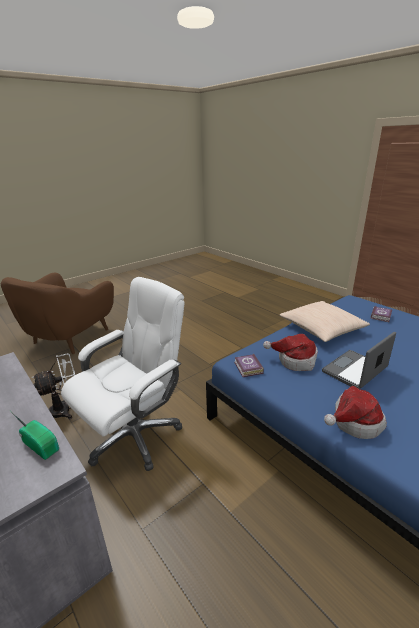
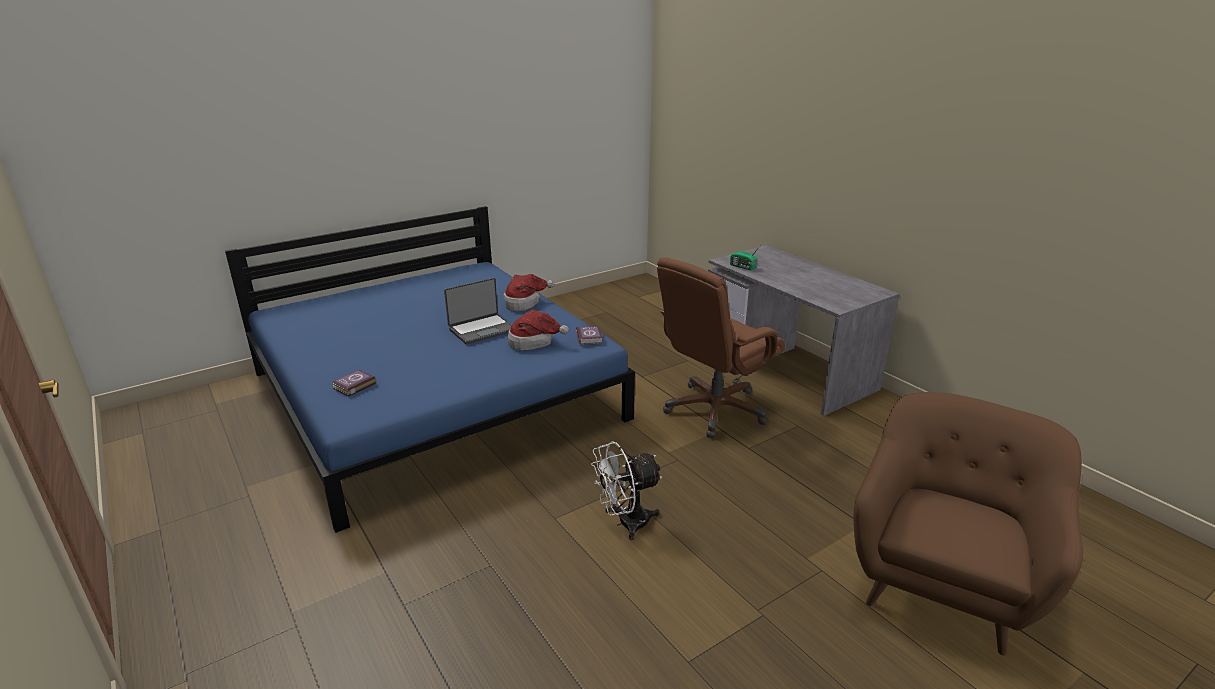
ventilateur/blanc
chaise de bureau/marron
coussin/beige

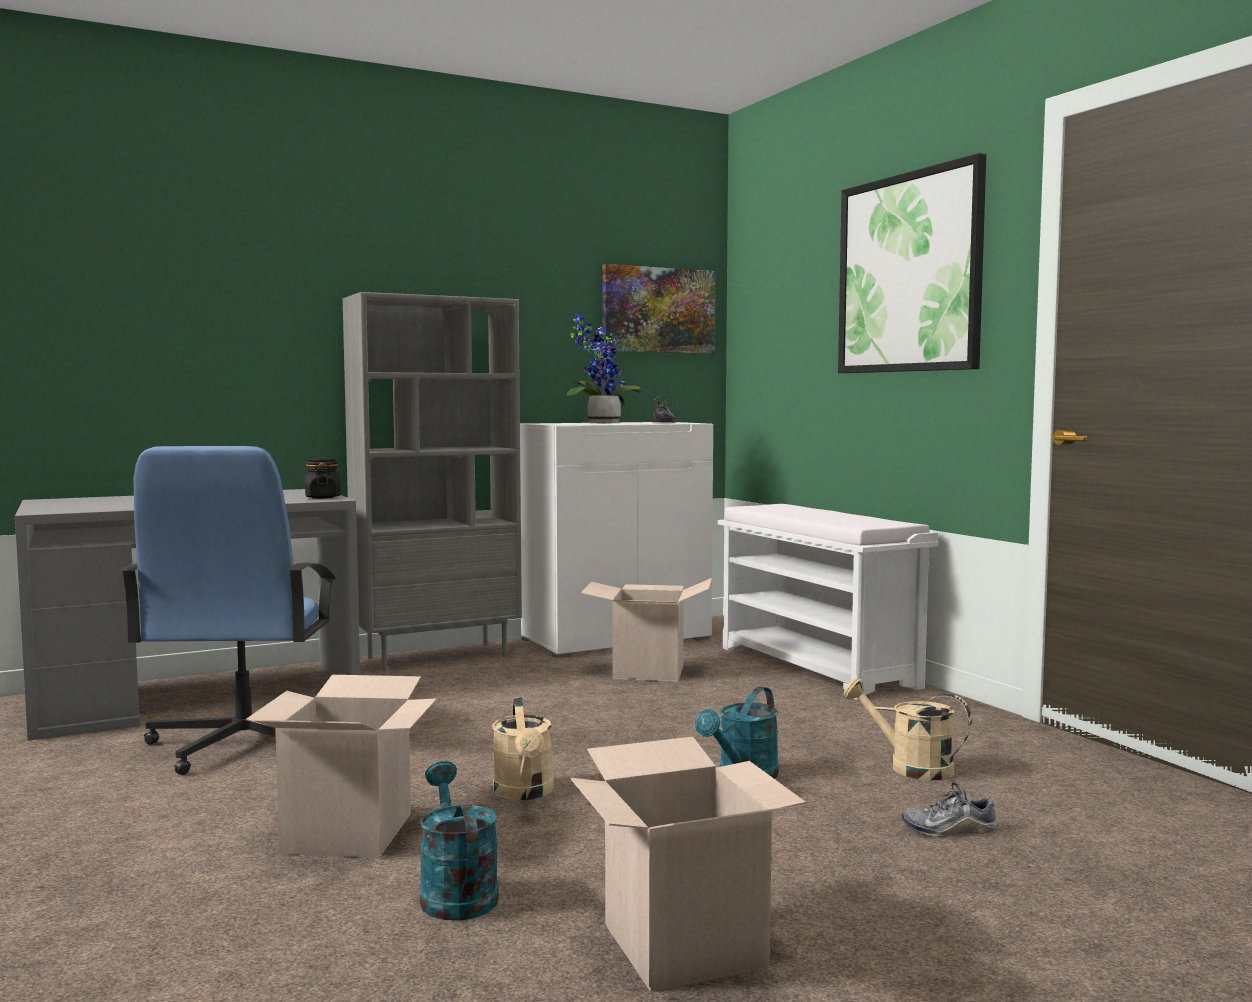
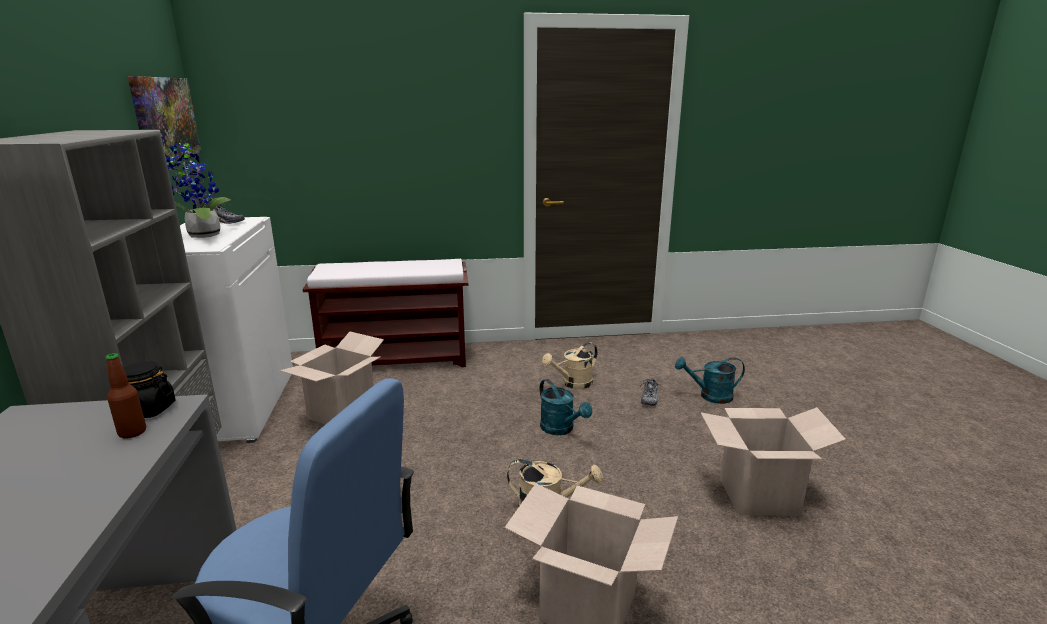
arrosoir/turquoise (2nd from left)
banc/marron
tableau (2nd from left in the first image)
bouteille

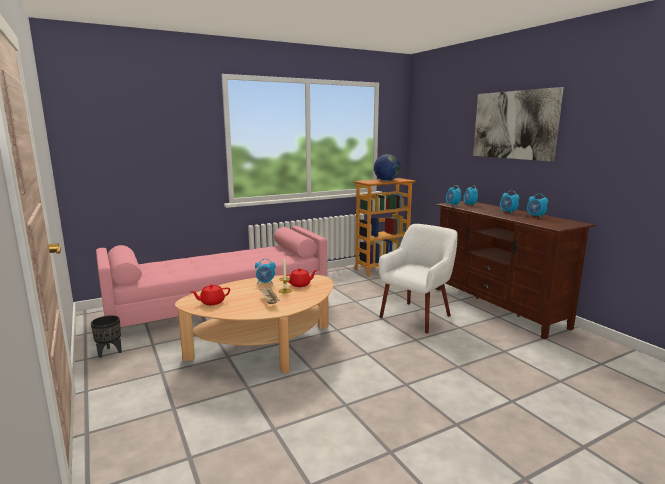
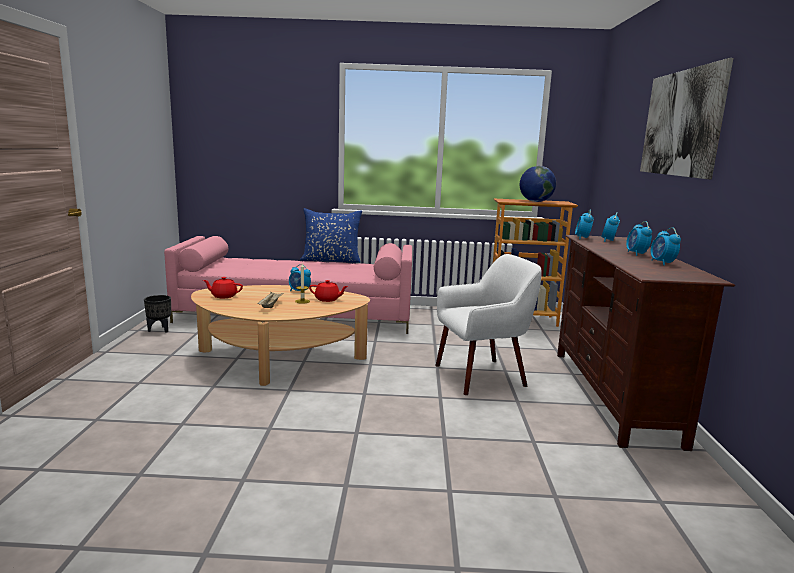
coussin/bleu

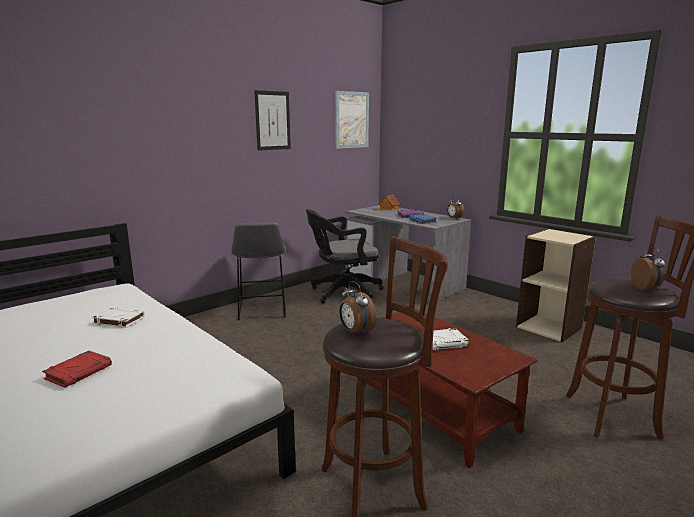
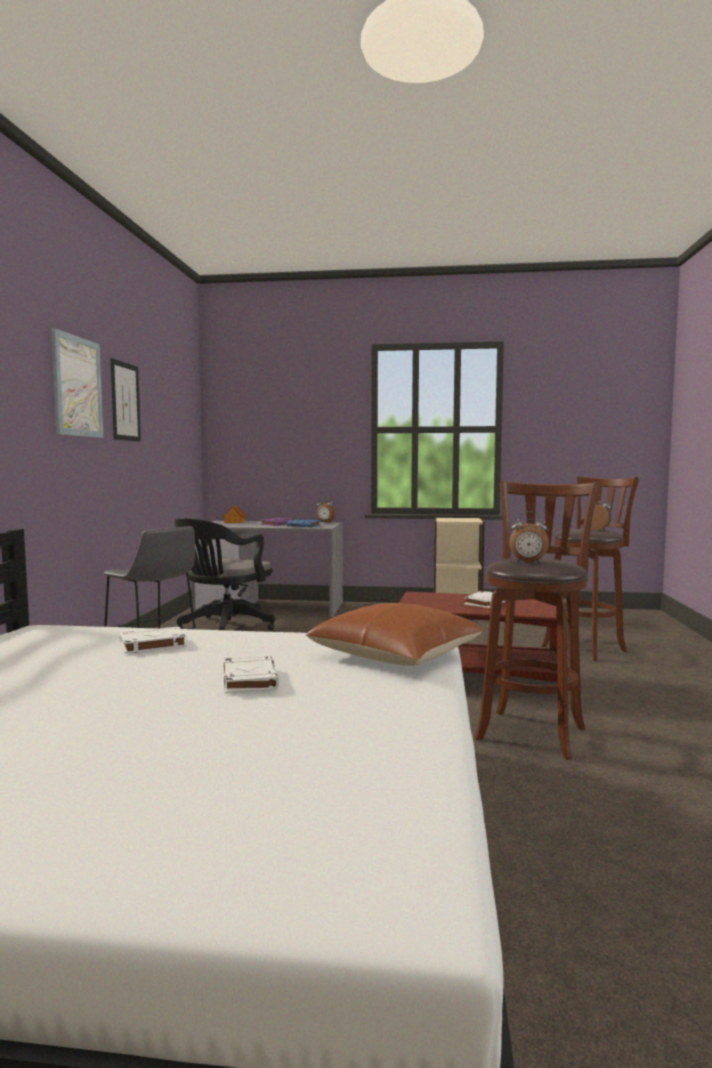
livre/blanc (2nd from left)
tableau (1st from left)
coussin/marron

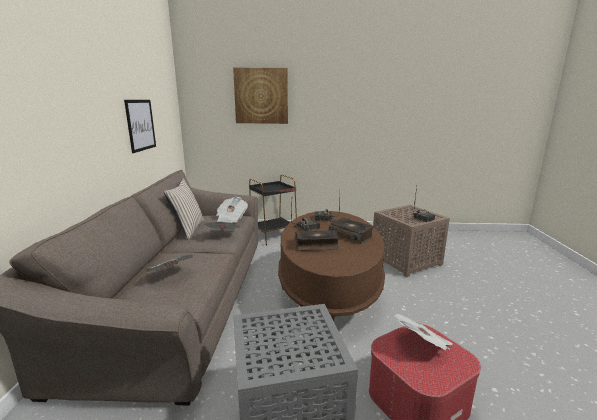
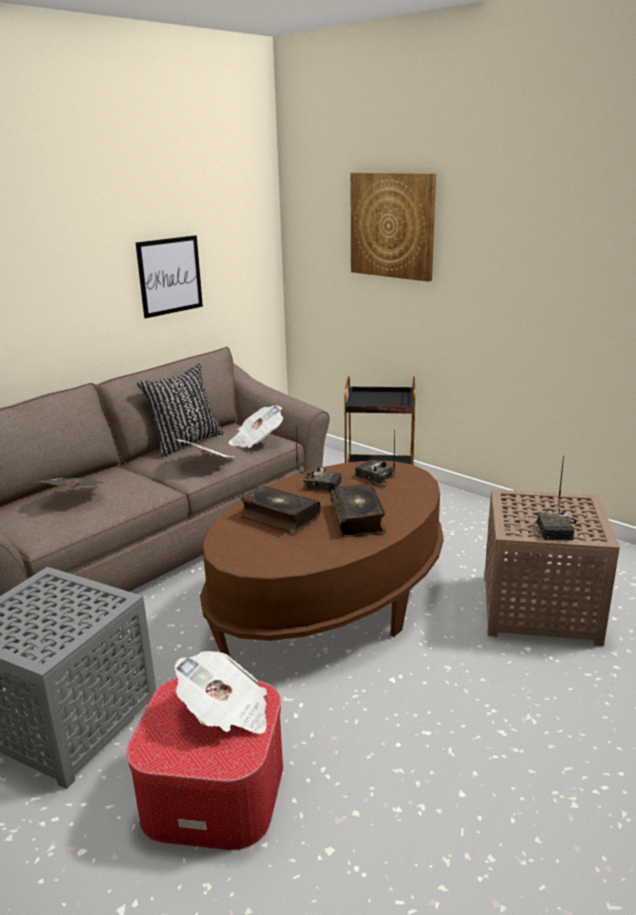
coussin/noir

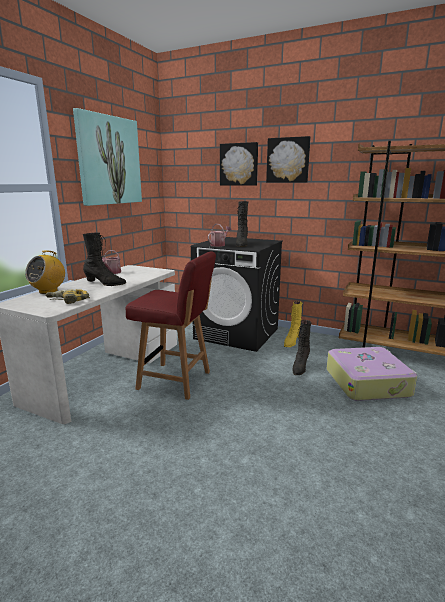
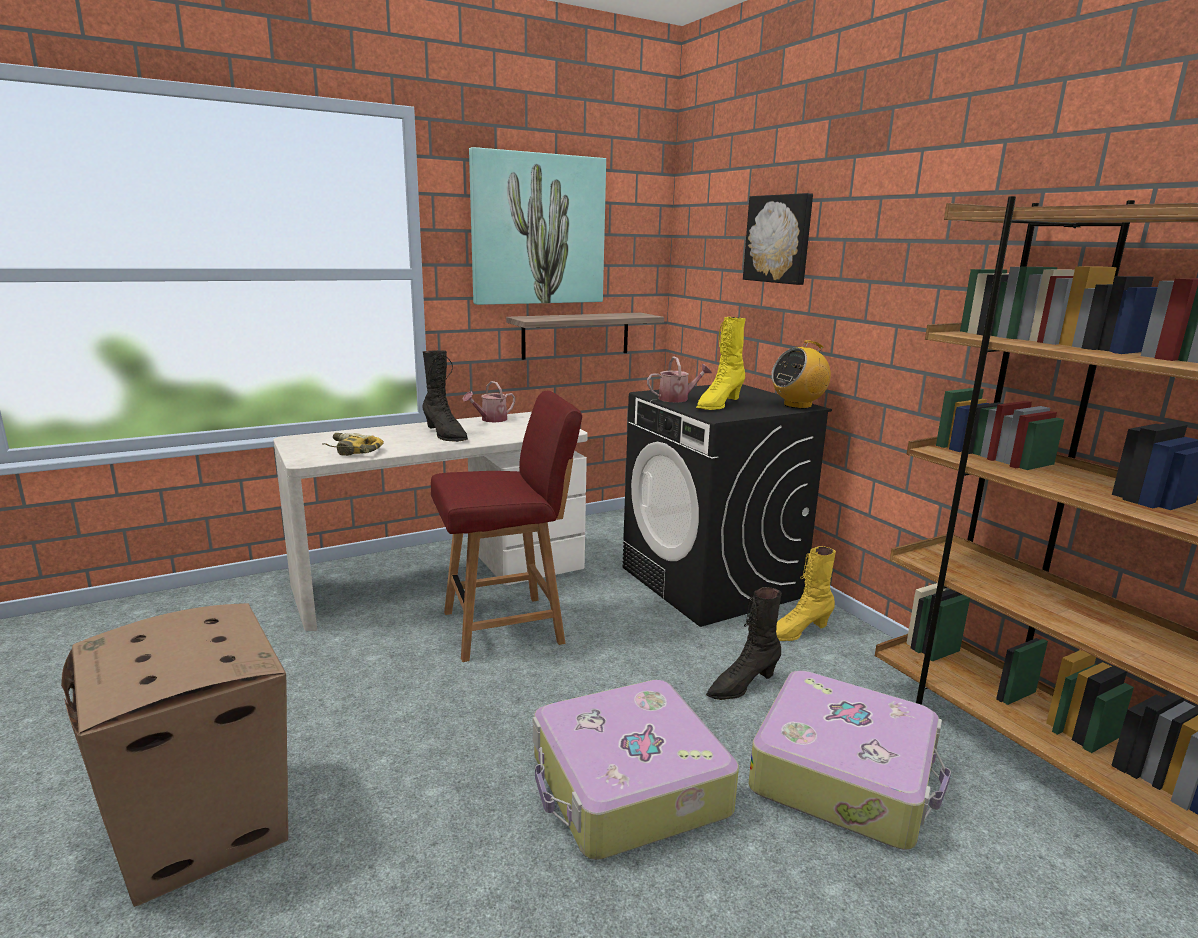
radio
chaise/rouge
botte/jaune (1st from left)
tableau (3rd from left in the first image)
carton
étagère
valise (1st from left)

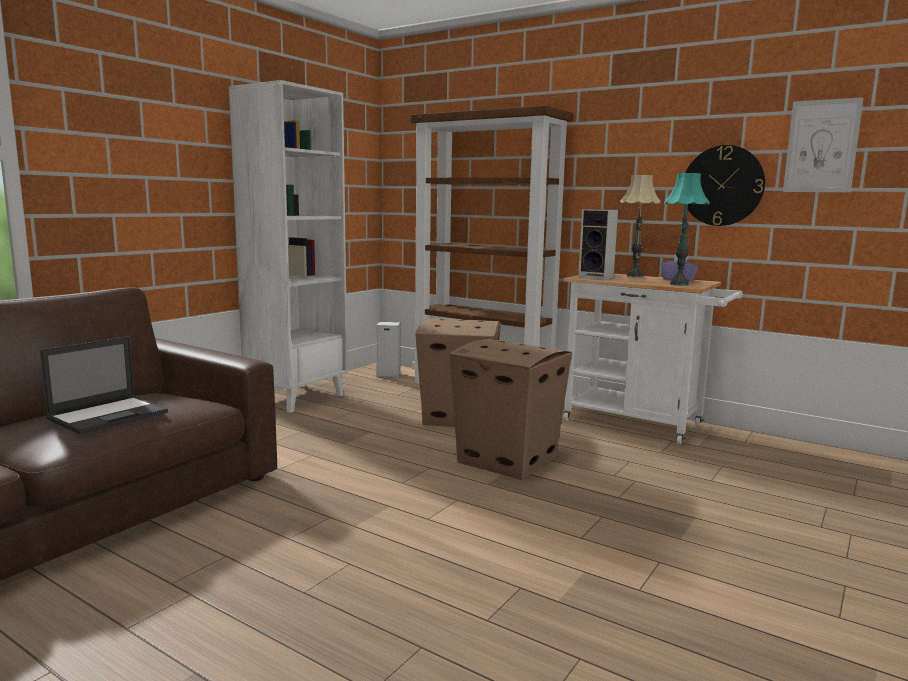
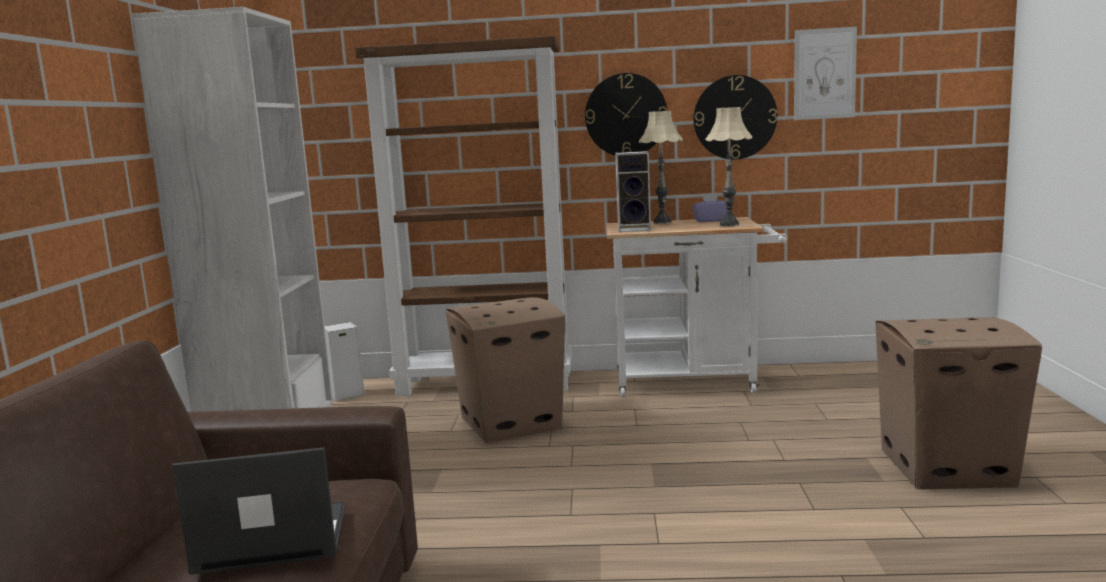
ordinateur portable
carton (2nd from left)
lampe de table/beige (2nd from left)
horloge murale (1st from left)

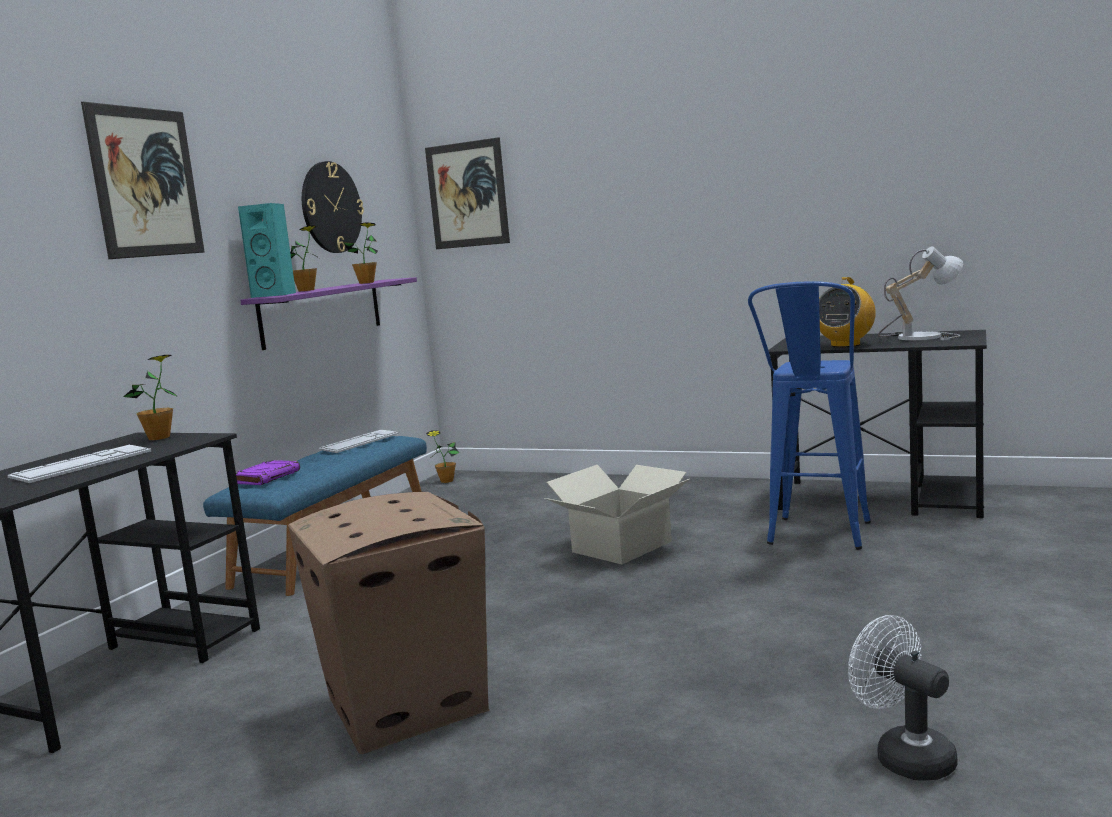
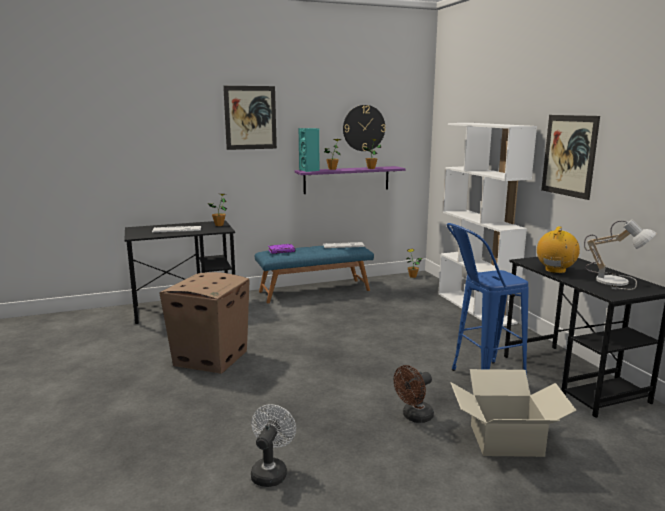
tableau (2nd from left)
carton (2nd from left)
radio
ventilateur/marron
bibliothèque/blanc

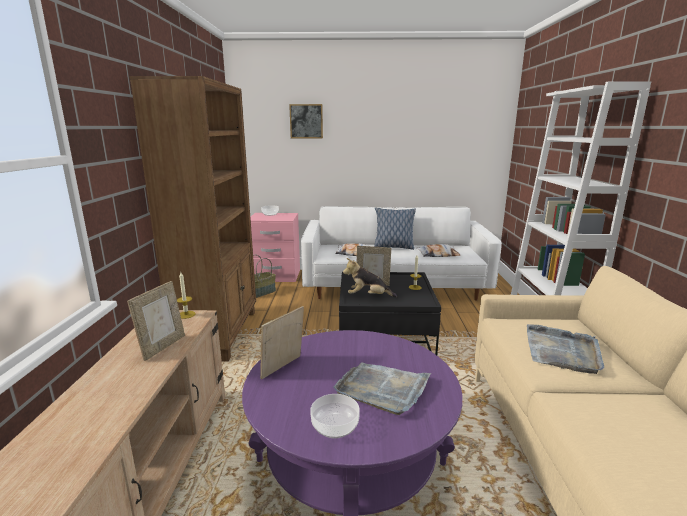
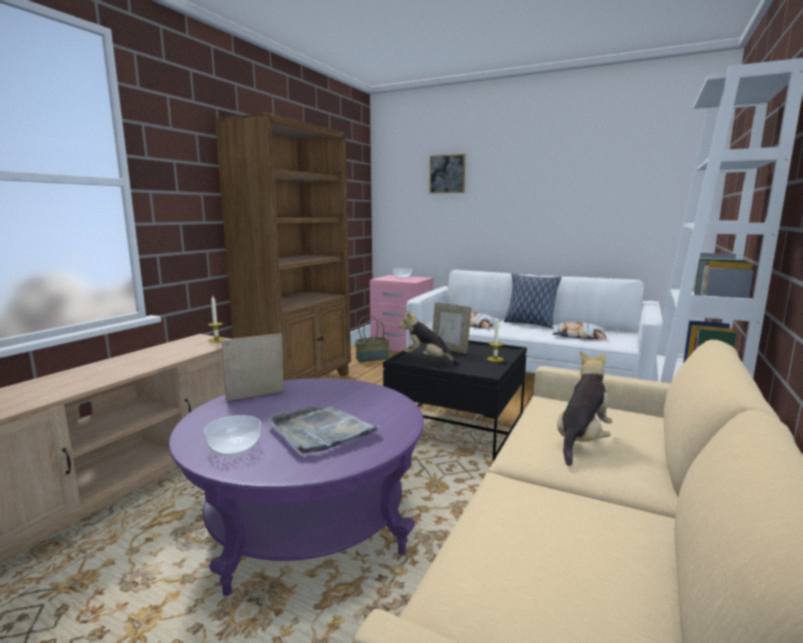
cadre photo (1st from left in the first image)
peluche (2nd from left)

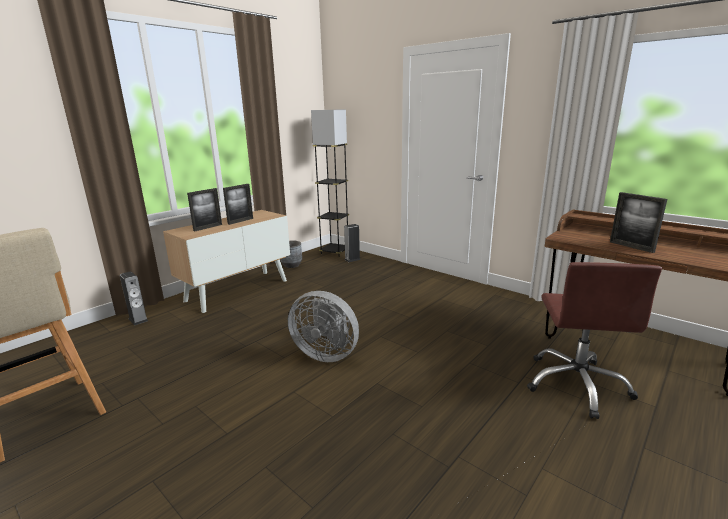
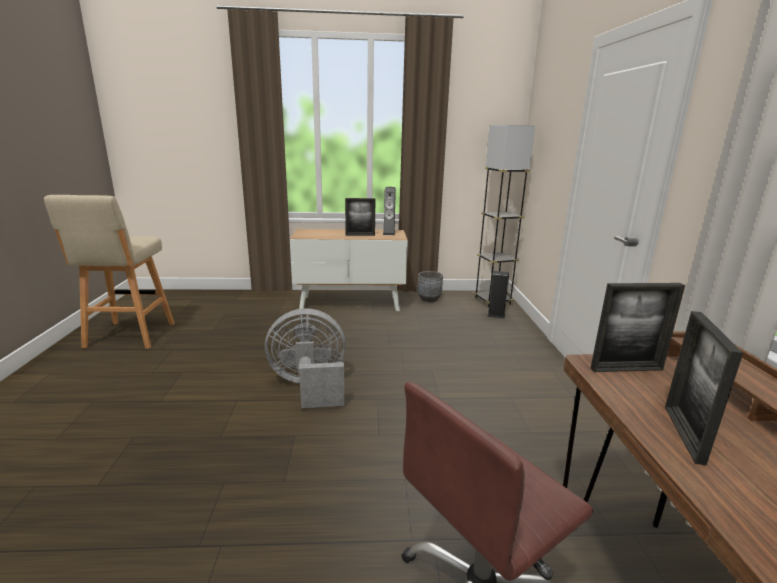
enceinte (1st from left)
cadre photo (2nd from left)
ventilateur/gris

